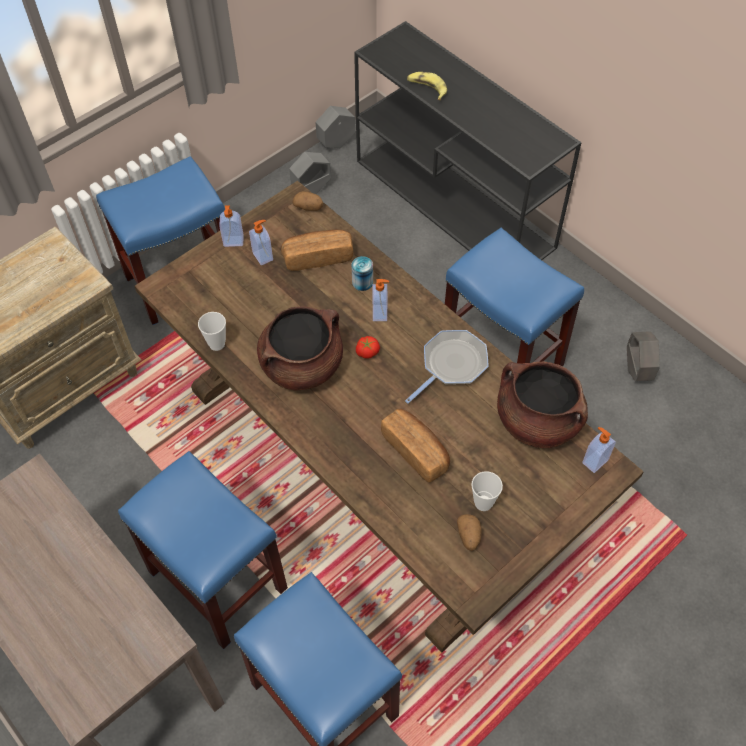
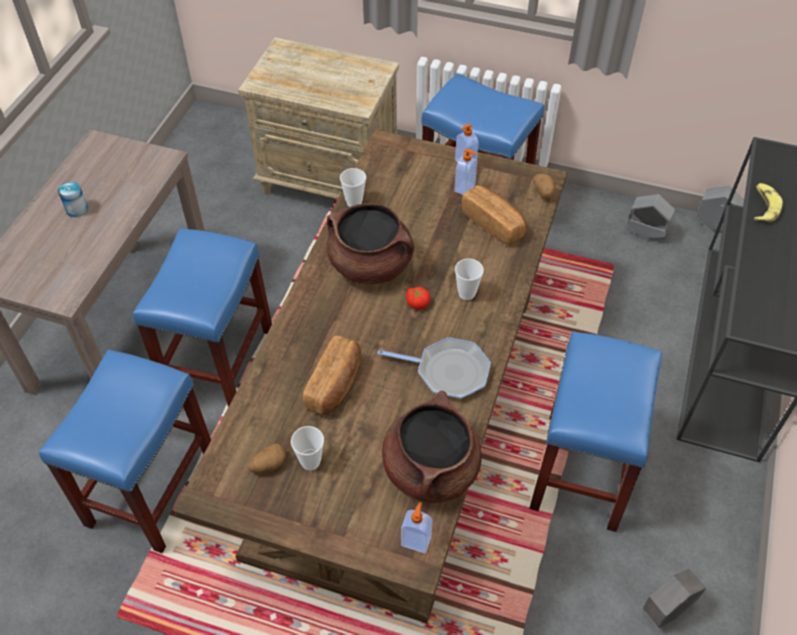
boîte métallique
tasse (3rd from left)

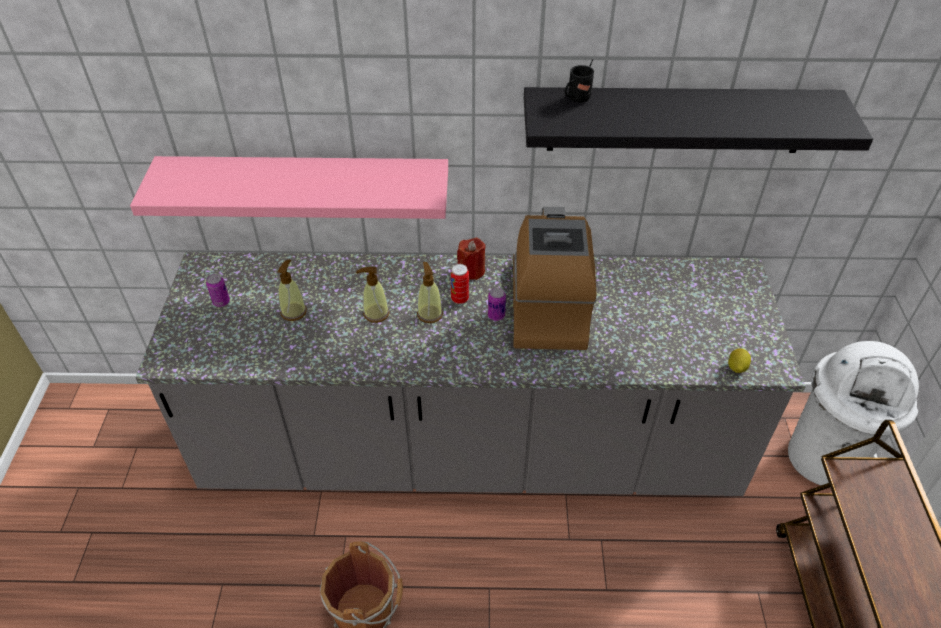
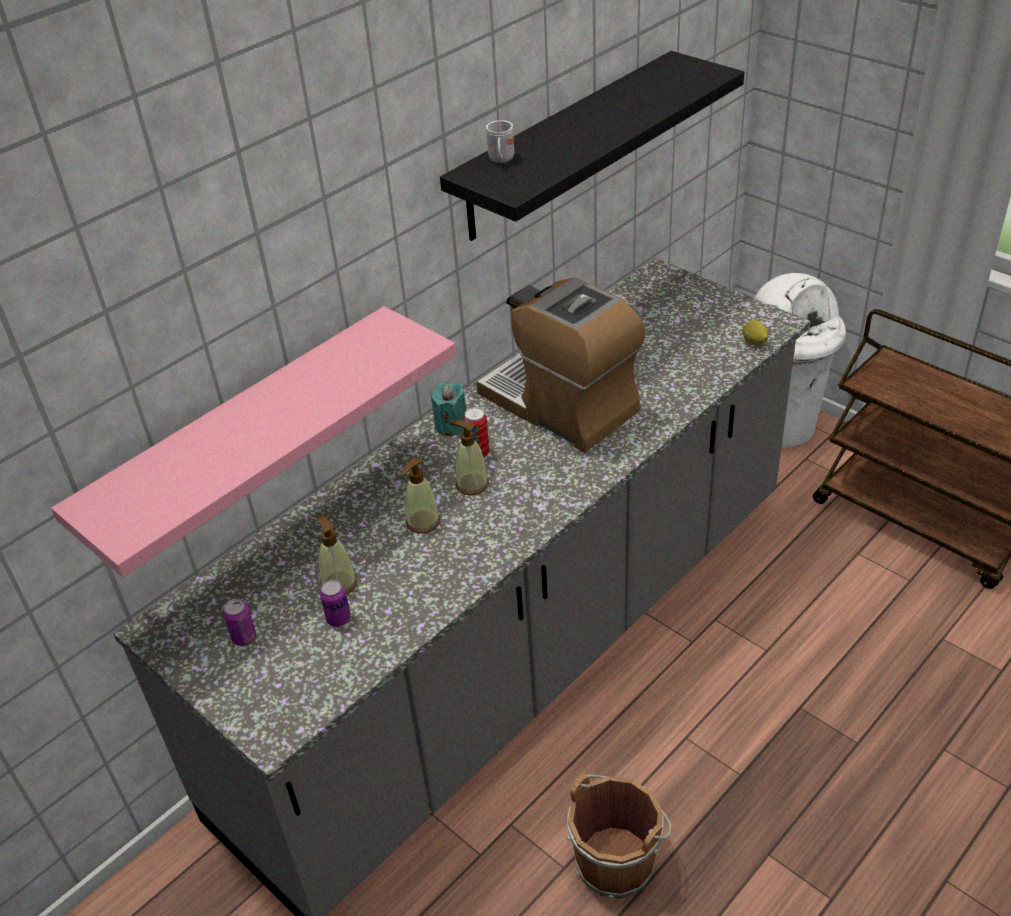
bougie/turquoise
boîte métallique (2nd from left)
mug/blanc

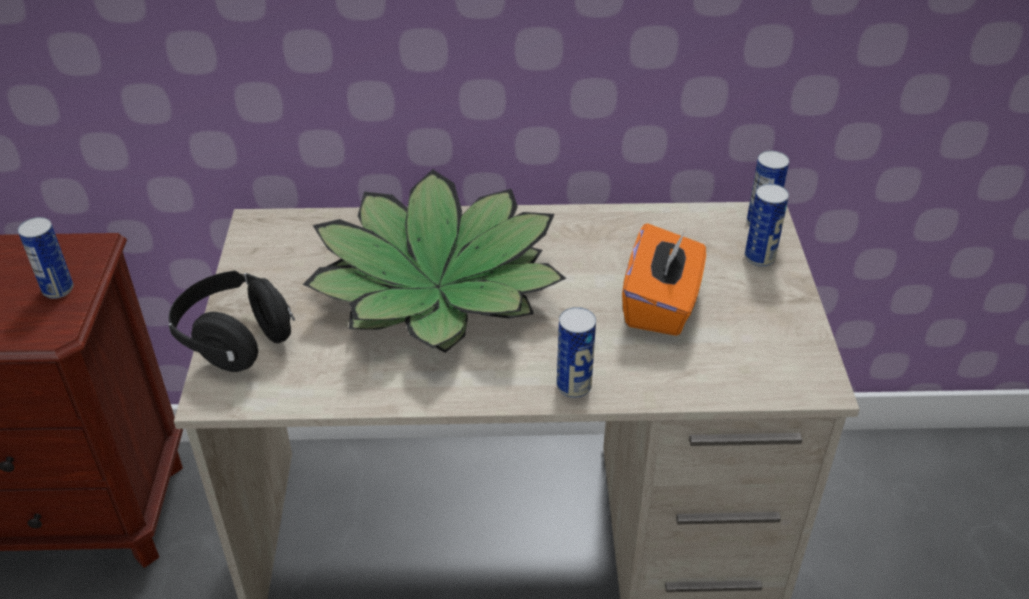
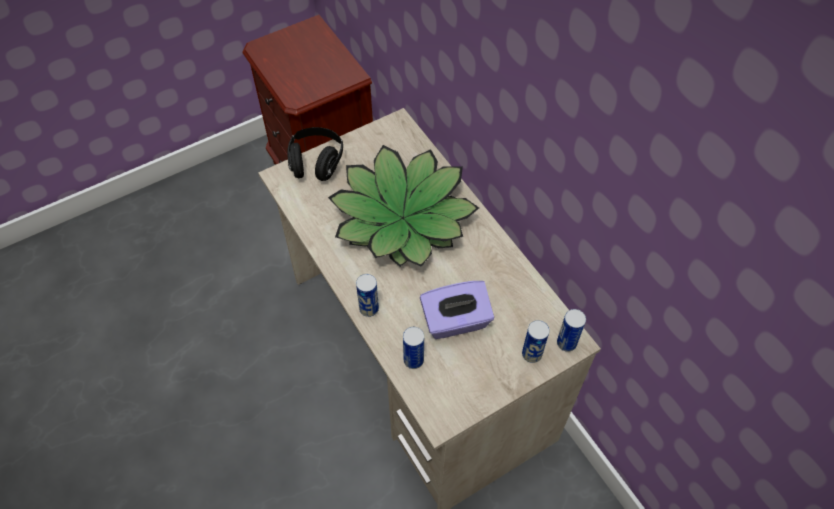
boîte métallique (2nd from left)
boîte à mouchoirs/violet

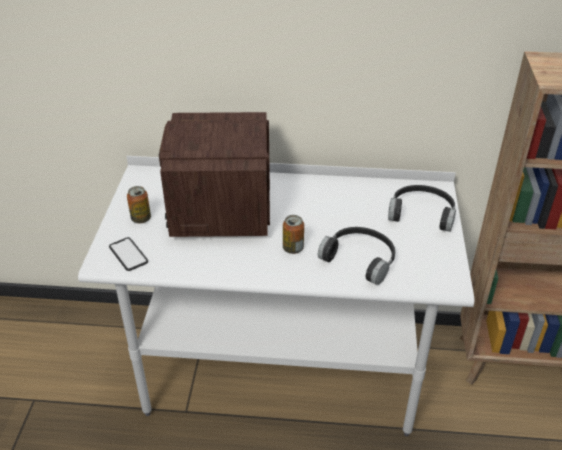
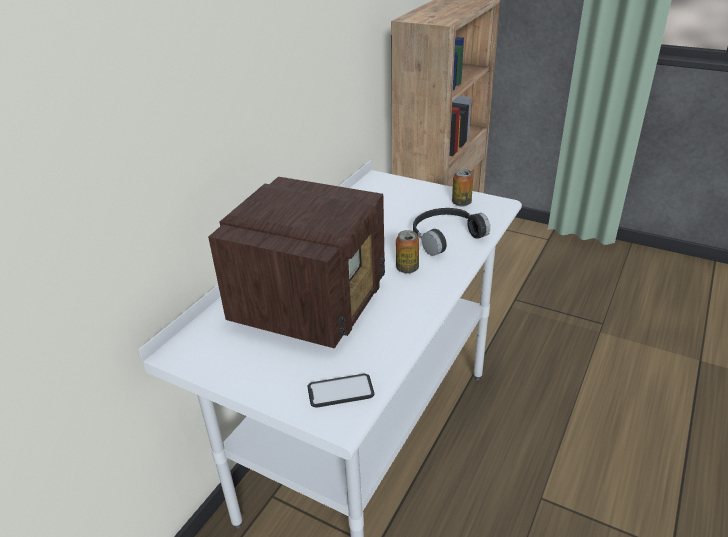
boîte métallique (2nd from left)
radio
casque audio/noir (2nd from left in the first image)

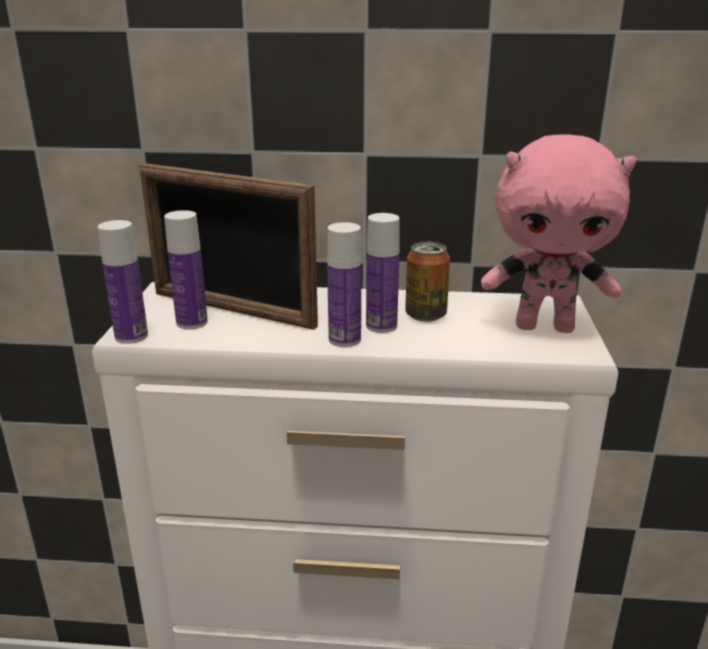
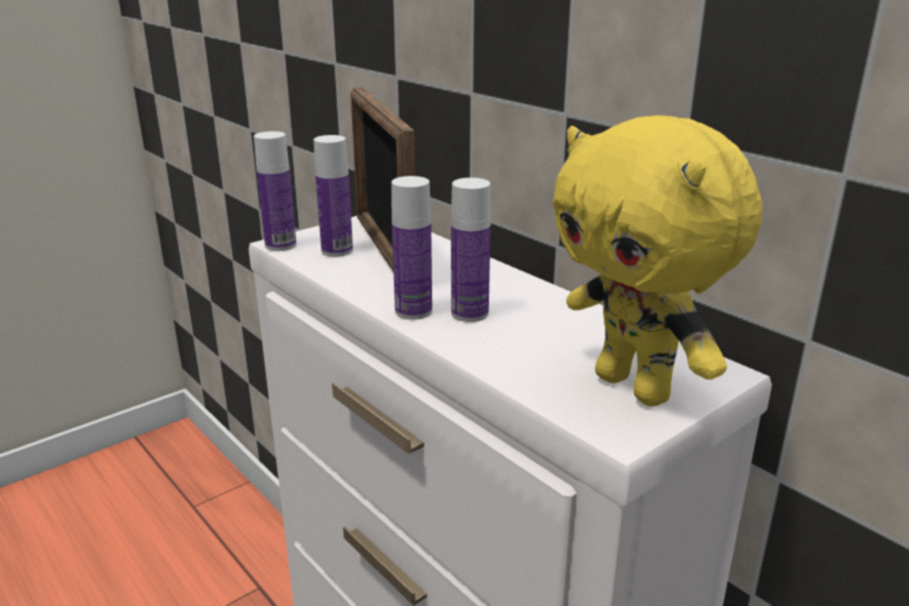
boîte métallique
peluche/jaune

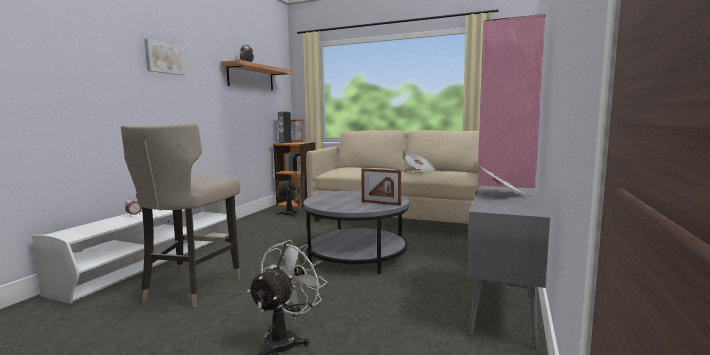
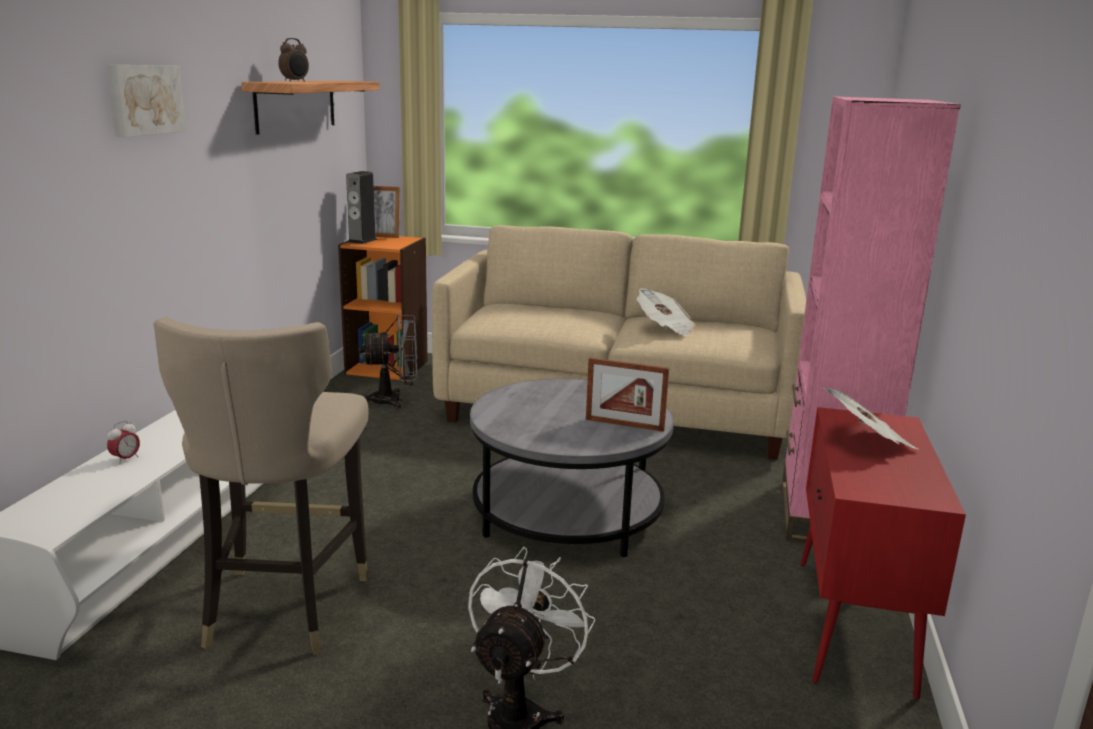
meuble de rangement/rouge

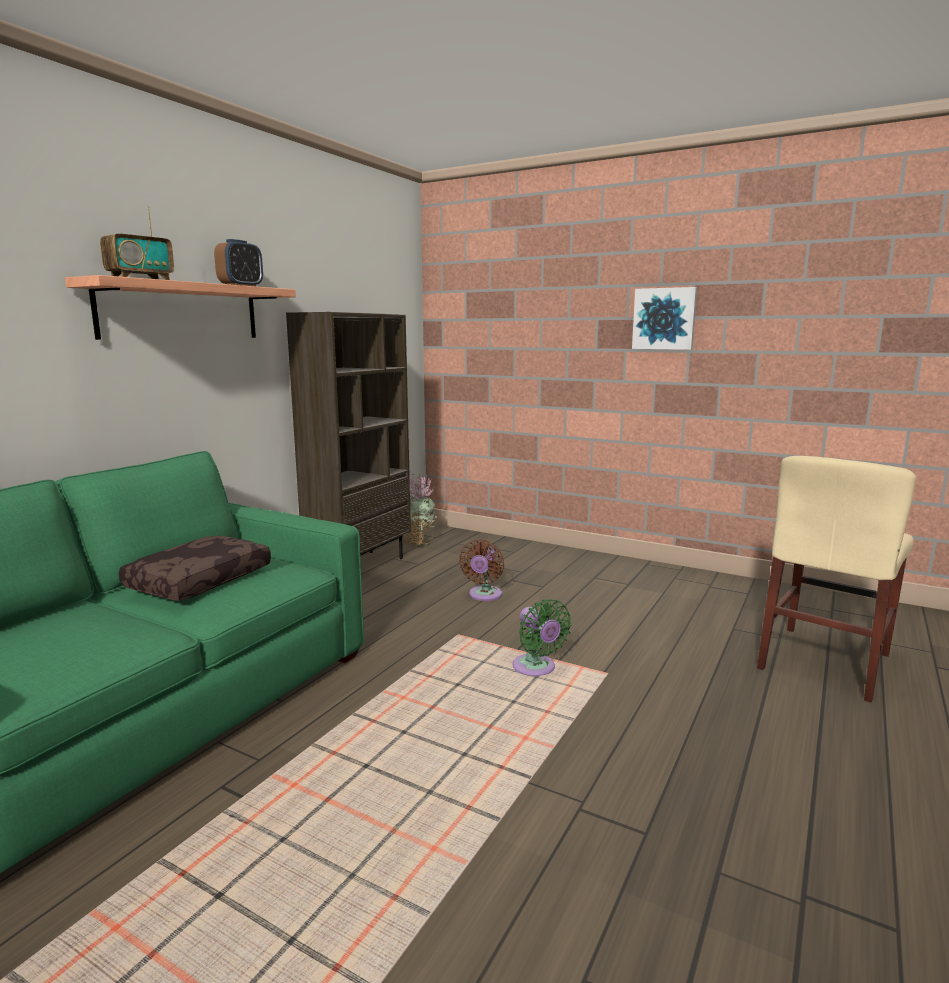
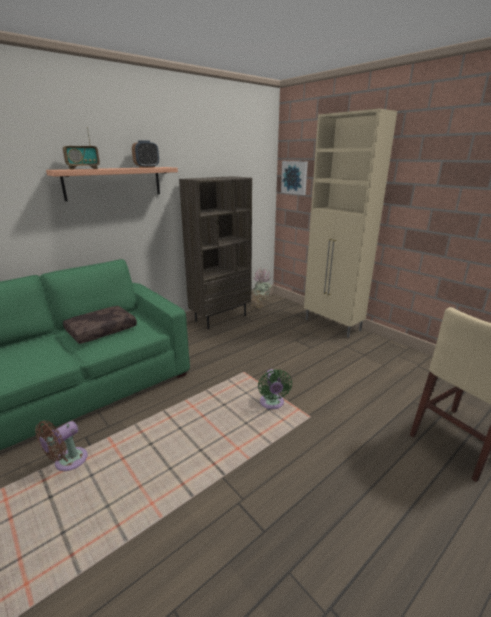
ventilateur/marron
tableau
meuble de rangement/beige

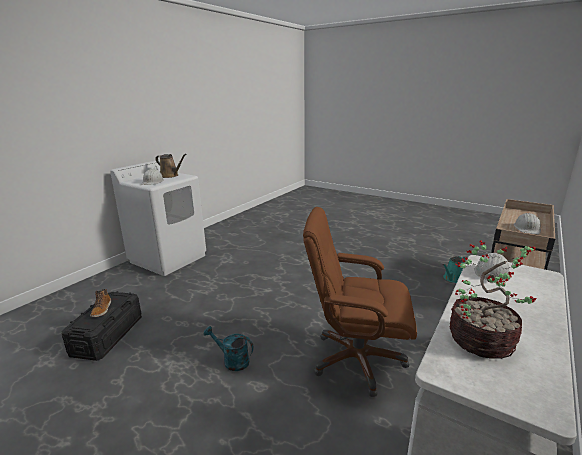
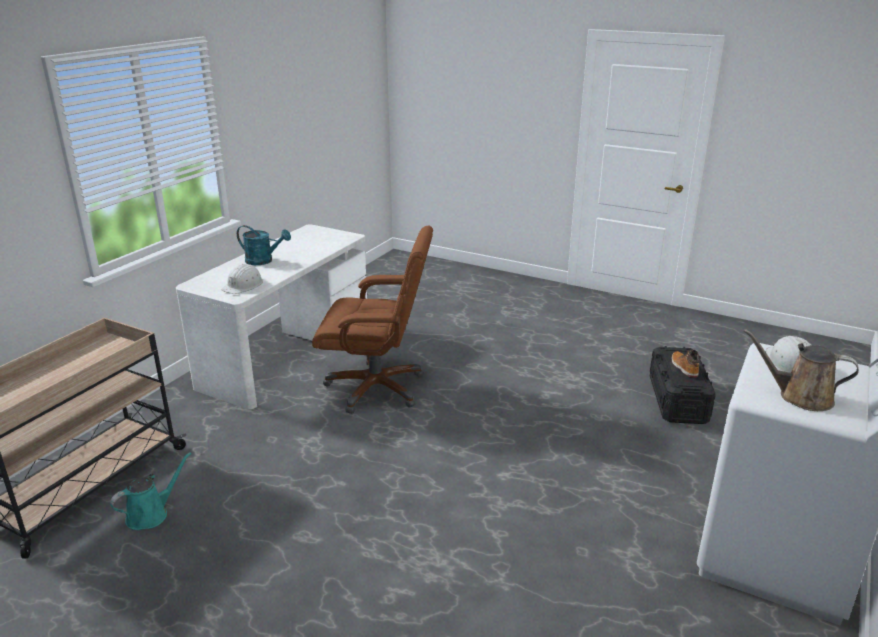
arrosoir/turquoise (2nd from left)
plante en pot
casque de chantier/blanc (3rd from left in the first image)

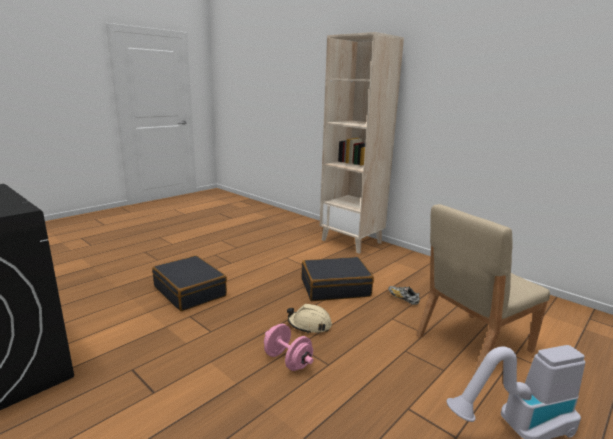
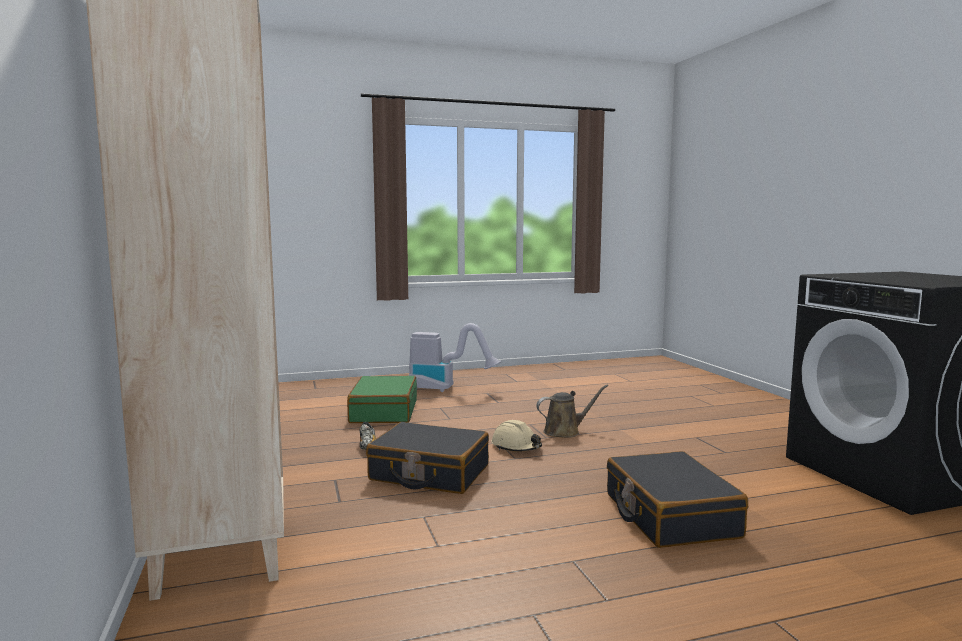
arrosoir/marron
valise/vert

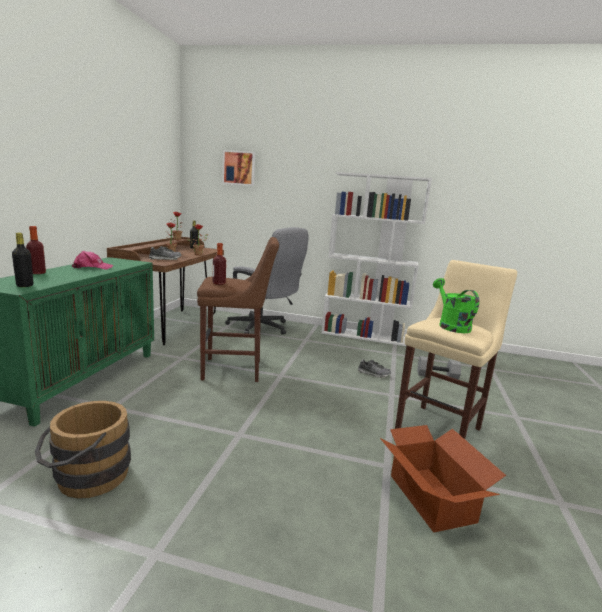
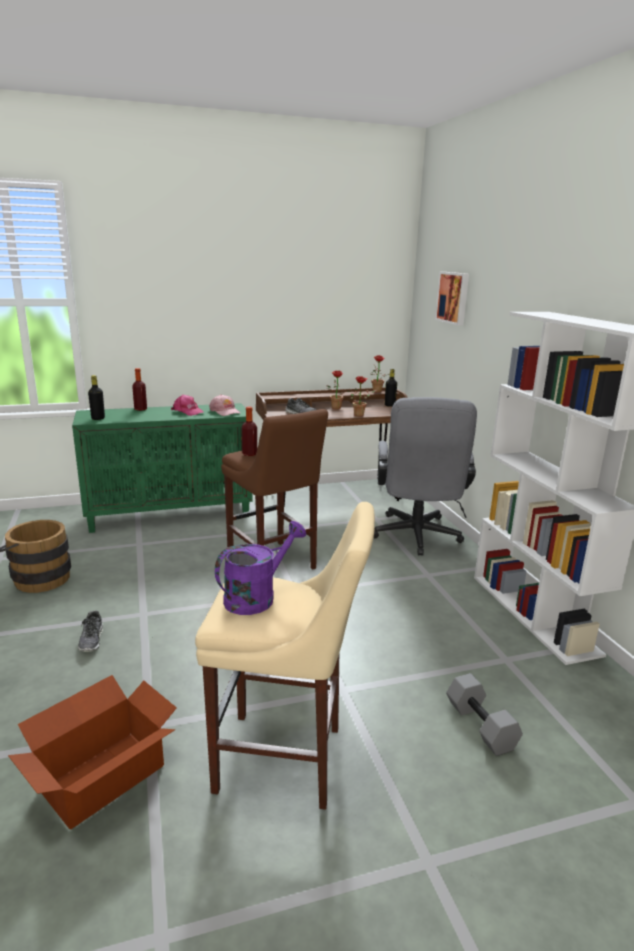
chaussure (1st from left)
arrosoir/violet
casquette/rose (2nd from left)

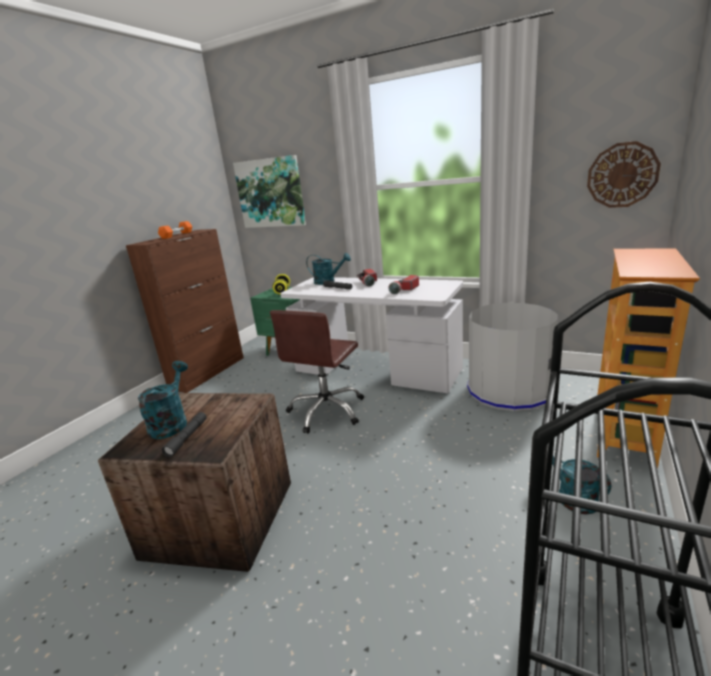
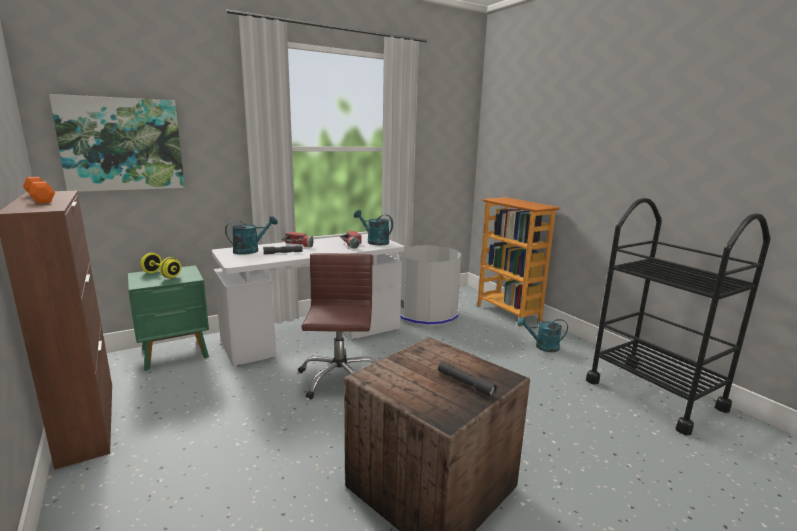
arrosoir/turquoise (2nd from left)
chaise de bureau/marron
horloge murale

